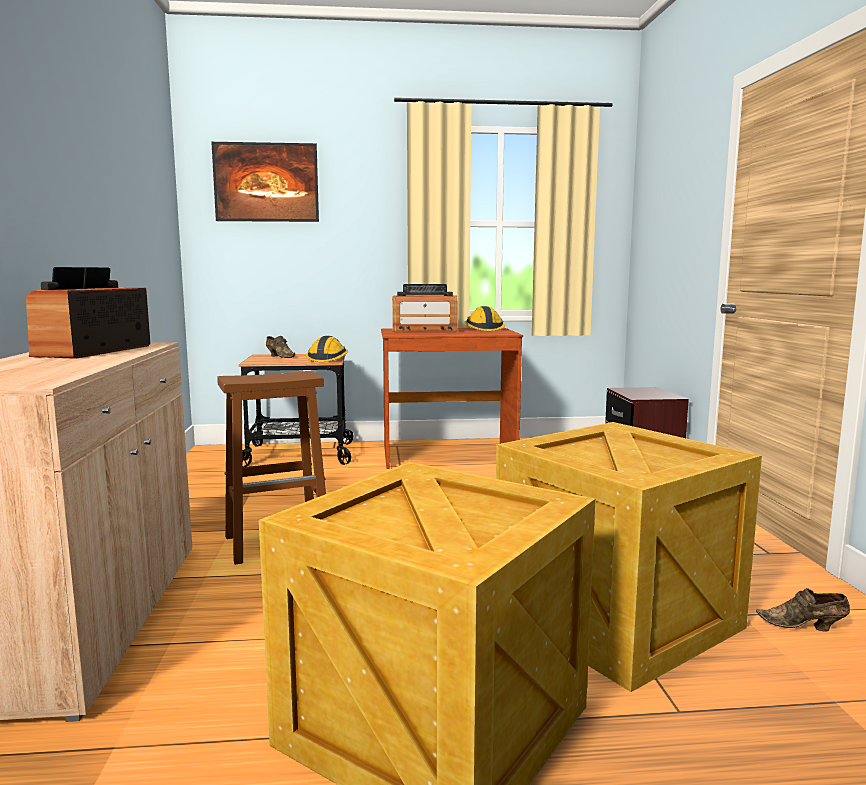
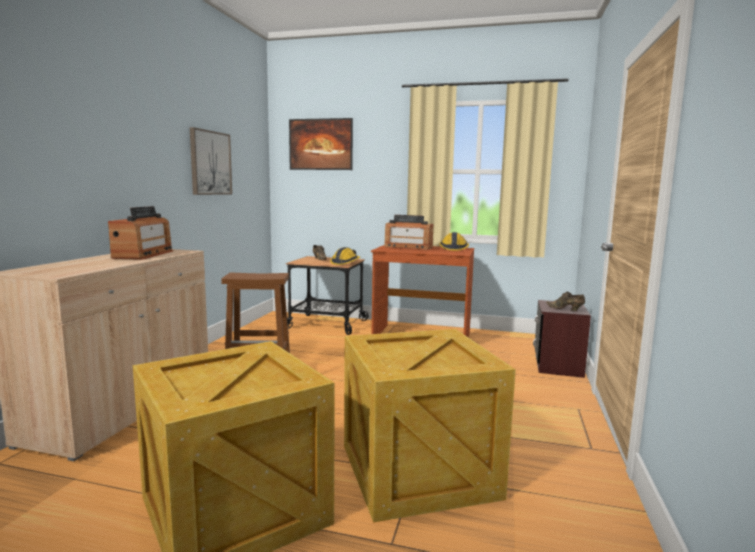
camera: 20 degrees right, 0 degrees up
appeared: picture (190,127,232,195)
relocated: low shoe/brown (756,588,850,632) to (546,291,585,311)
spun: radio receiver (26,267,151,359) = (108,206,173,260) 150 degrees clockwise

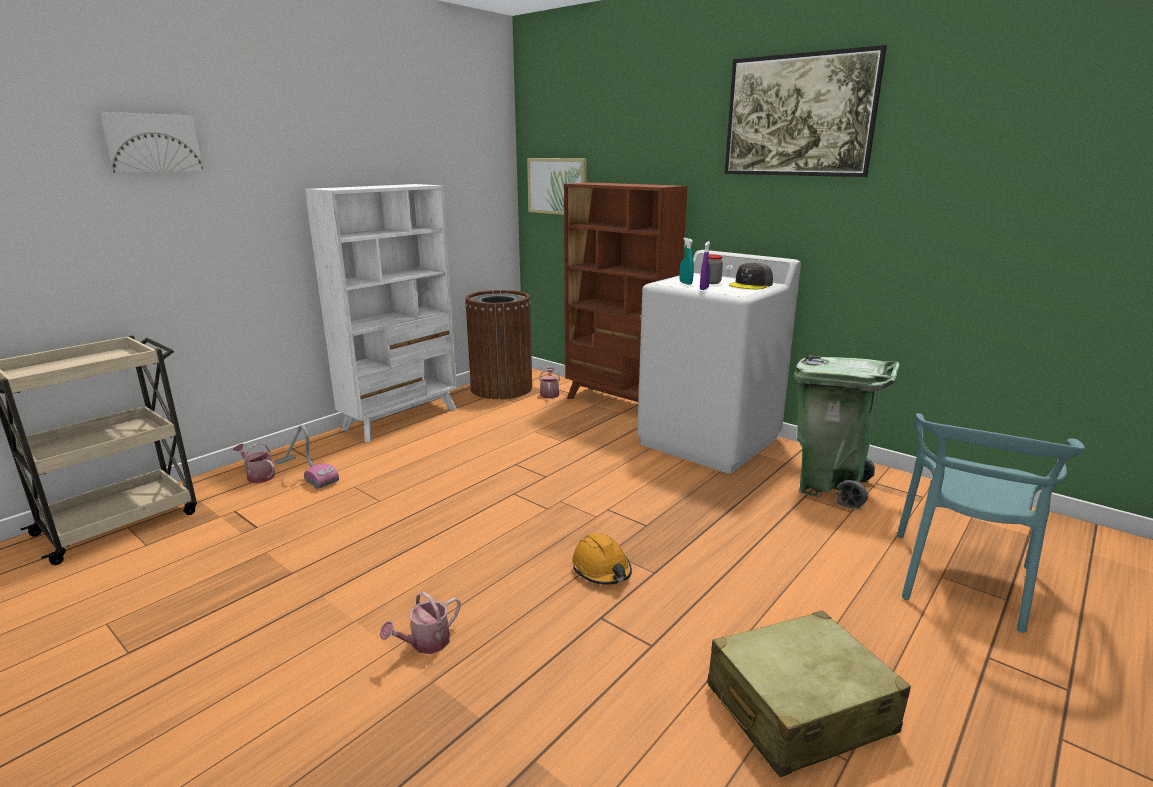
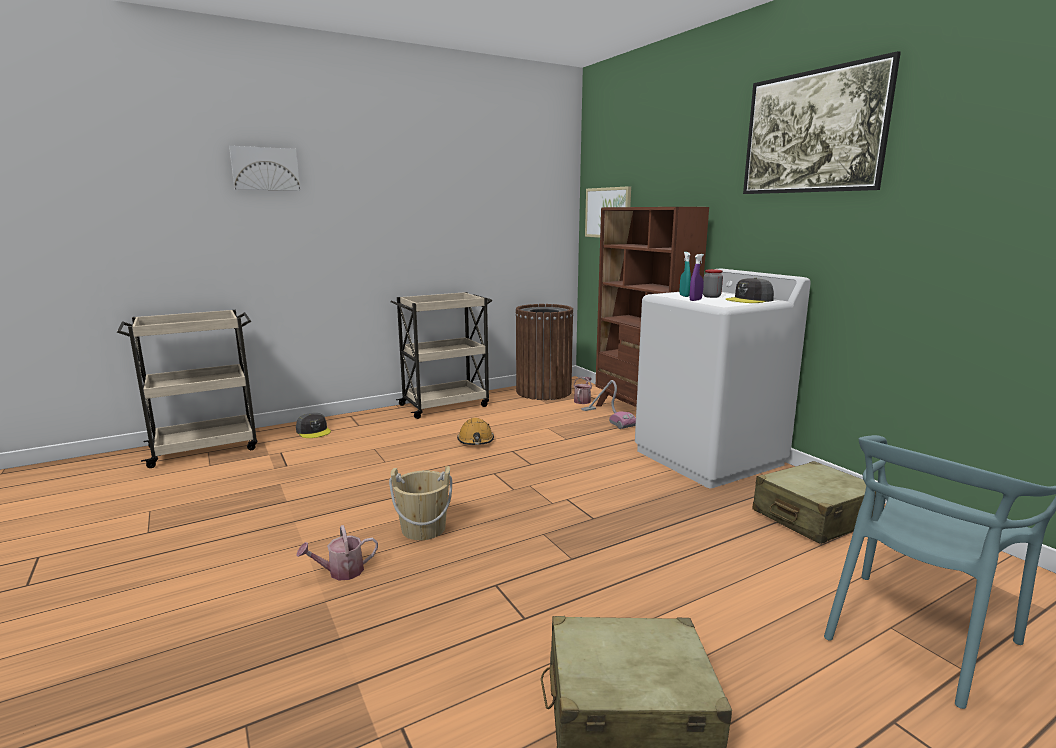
camera: 20 degrees right, 5 degrees down
appeared: bucket/beige-coloured (389,466,452,540)
relocated: hard hat/orangey (572,533,632,585) to (457,418,494,445); vacuum (274,425,339,489) to (581,380,636,429)
exchanged: watering pot (233,442,275,483) to cap/greyish (296,413,331,438); bookshelf/white (305,184,457,442) to wheeled cart/beige-coloured (391,292,492,419); waste bin/green (793,355,900,510) to piece of luggage/beige-coloured (752,461,876,544)

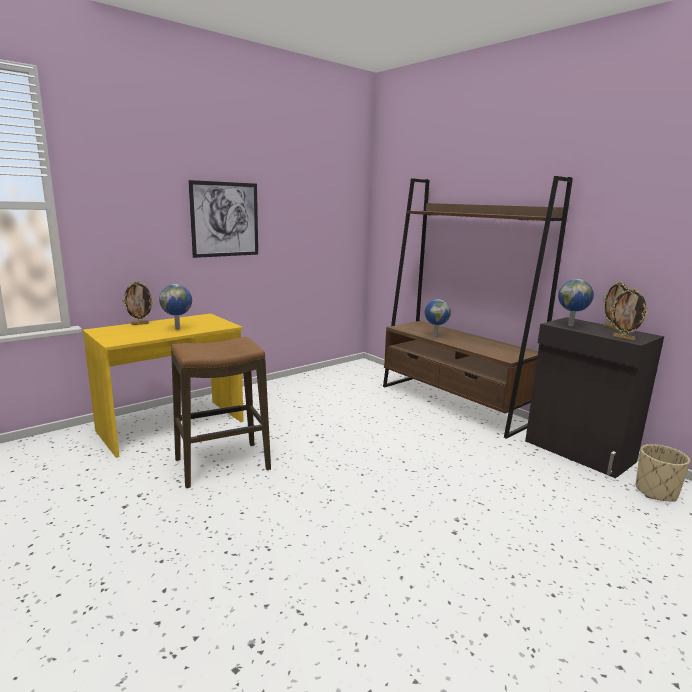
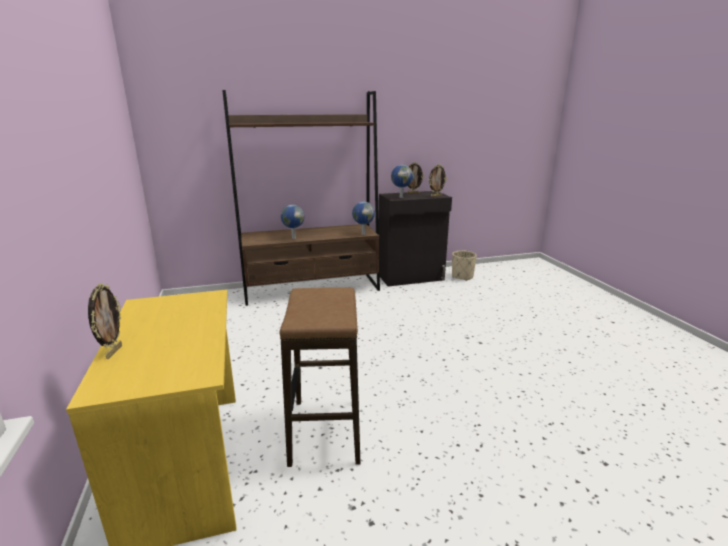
camera: 65 degrees left, 5 degrees up
missing: picture (188,180,258,258)
relocated: desk globe (159,284,192,330) to (352,202,375,235)

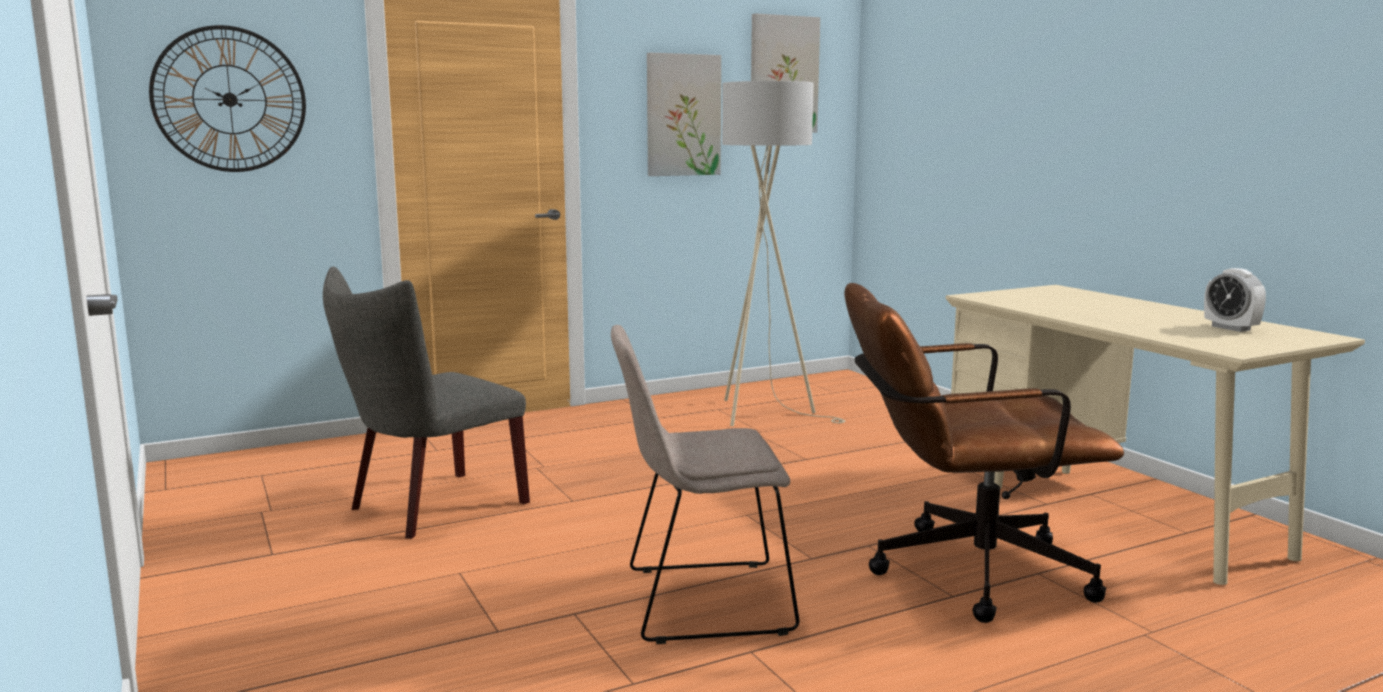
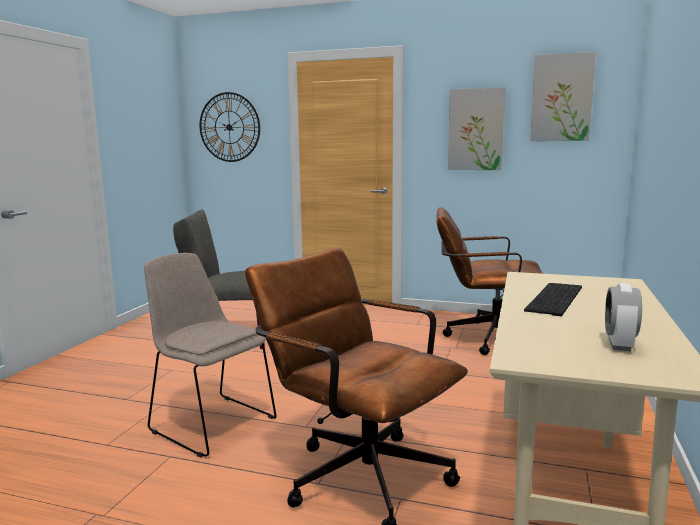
camera: 45 degrees right, 0 degrees up
appeared: PC keyboard (524,283,582,316)
exchanged: standing lamp/beige-coloured (722,81,845,426) to desk chair/brown (436,207,544,355)

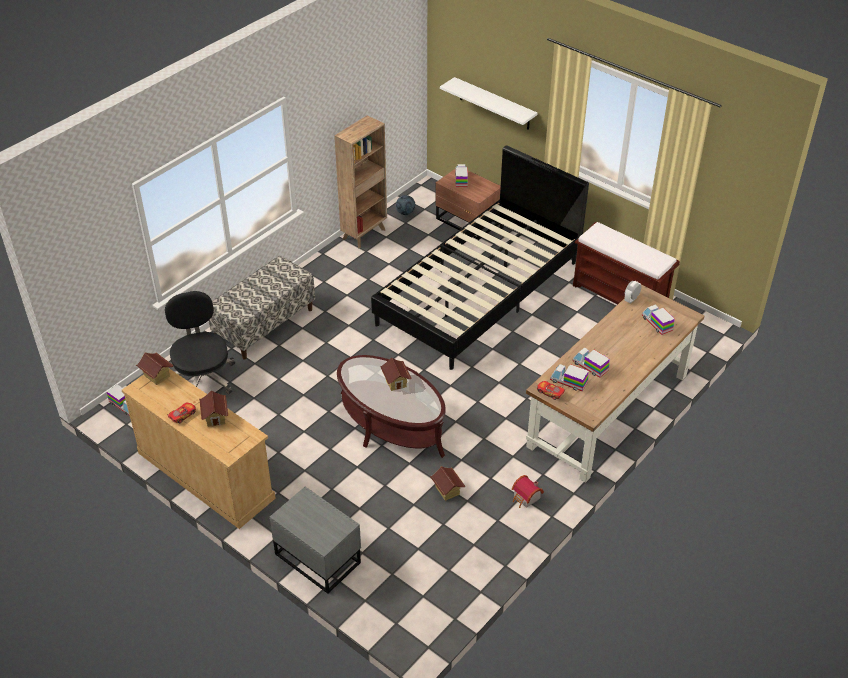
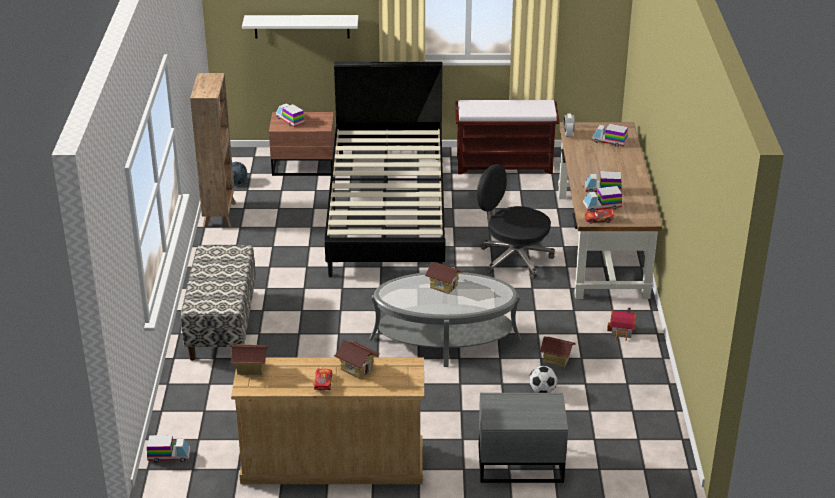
camera: 40 degrees left, 10 degrees down
appeared: football (529,366,557,393)
relocated: desk chair/black-coloured (165,291,235,394) to (477,164,555,279)
colour: coffee table/brown (337,355,446,458) to coffee table/greyish (370,272,521,367)

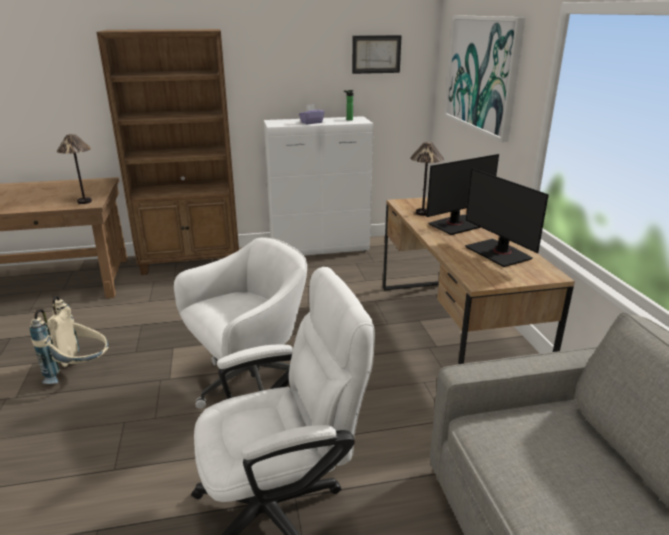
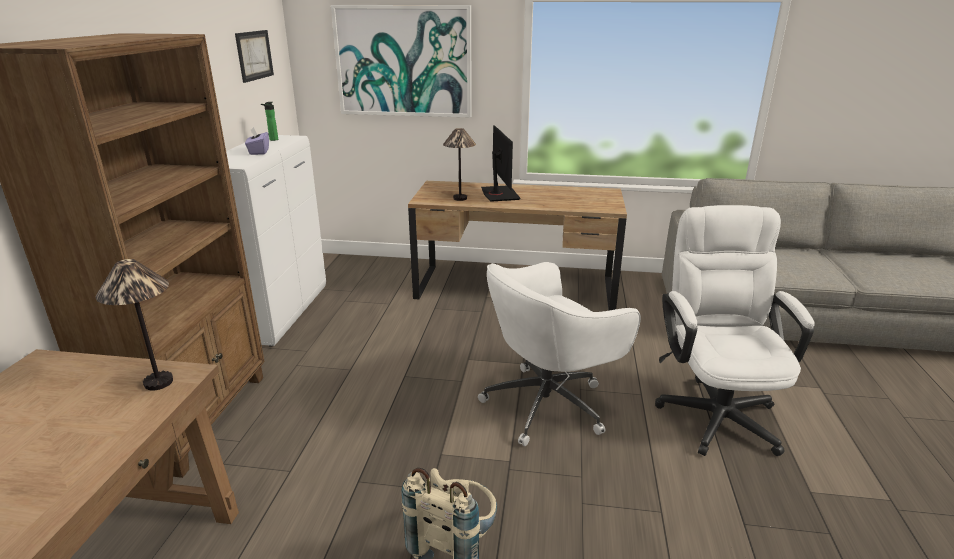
camera: 70 degrees left, 0 degrees up
missing: monitor (465,168,549,267)
spun: desk chair/white (174,237,307,409) = (478,262,641,447) 105 degrees counterclockwise

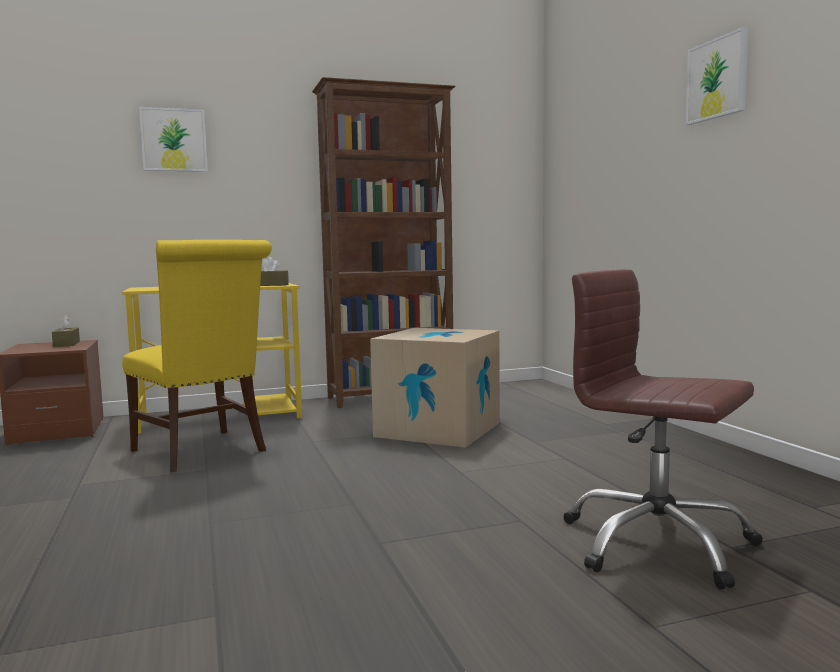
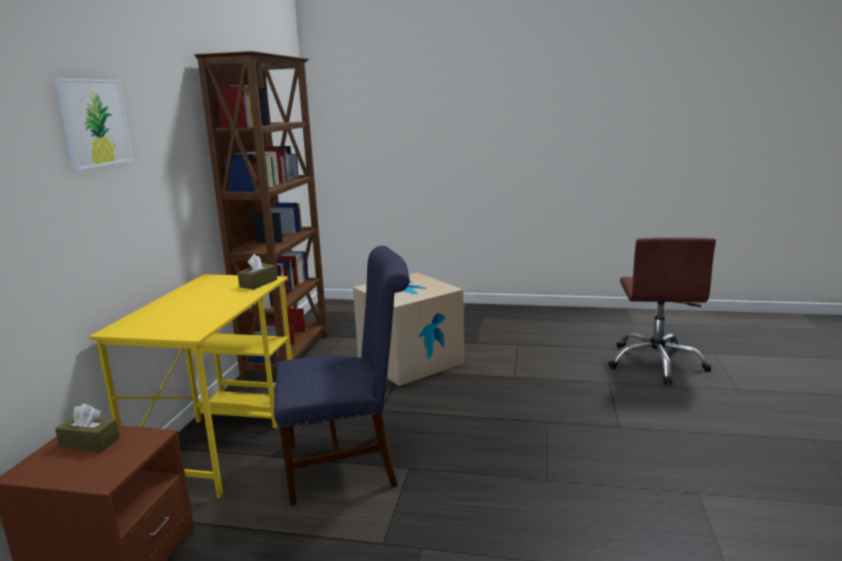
camera: 60 degrees left, 10 degrees up
missing: picture (686,27,748,125)
colour: chair/yellow (122,240,272,472) to chair/bluish (274,246,410,505)
spun: desk chair/brown (563,269,763,590) = (608,237,716,385) 60 degrees counterclockwise

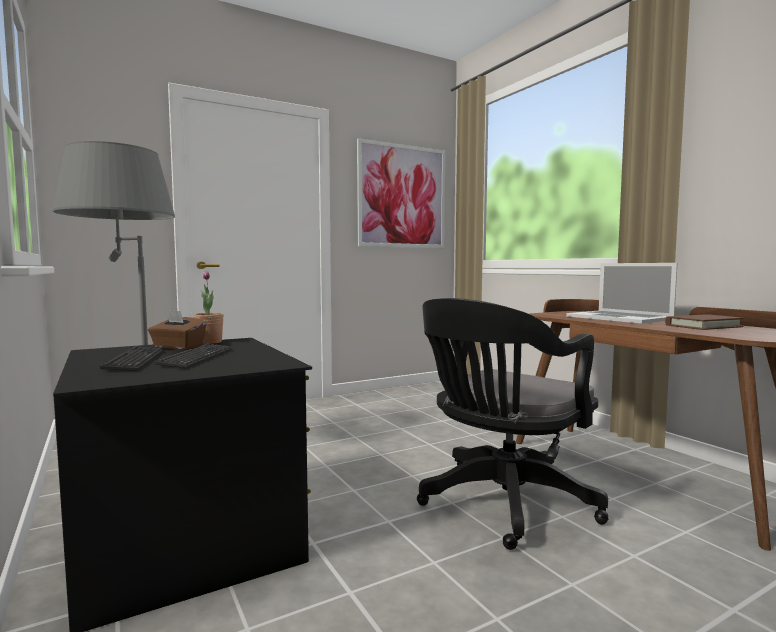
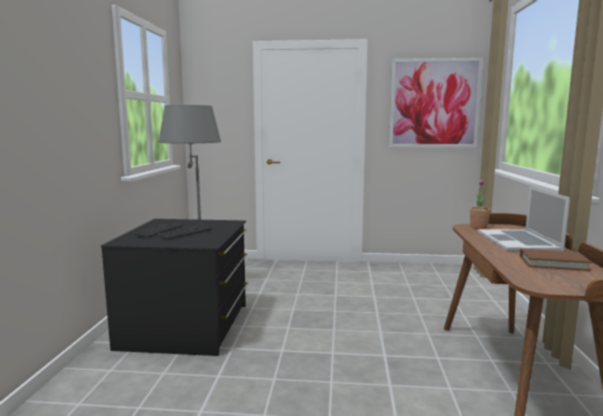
camera: 35 degrees right, 5 degrees up
missing: tissue box/brown (148,310,207,350); desk chair/black-coloured (417,298,608,550)
relocated: plant in a pot (194,271,224,344) to (470,179,491,229)

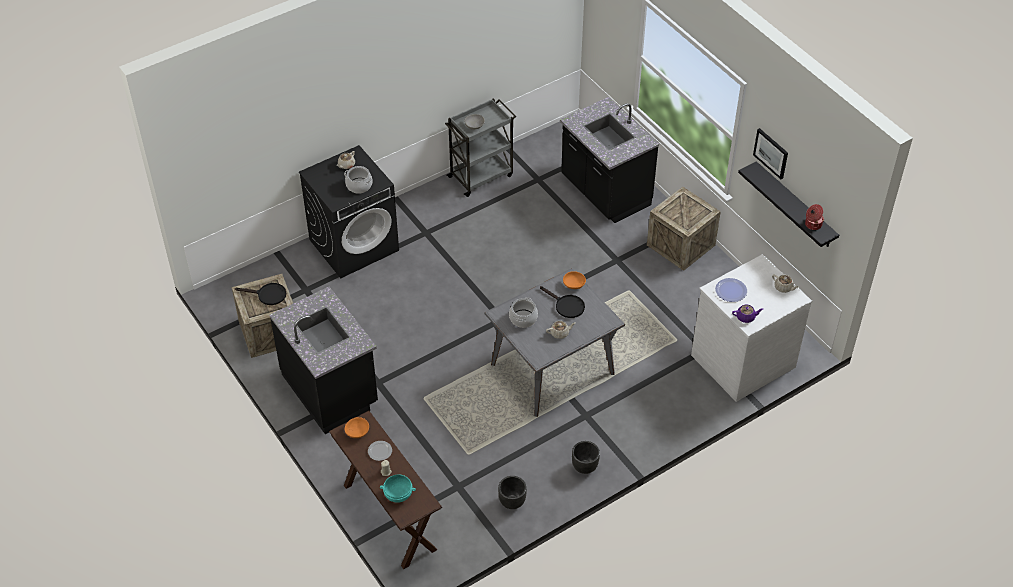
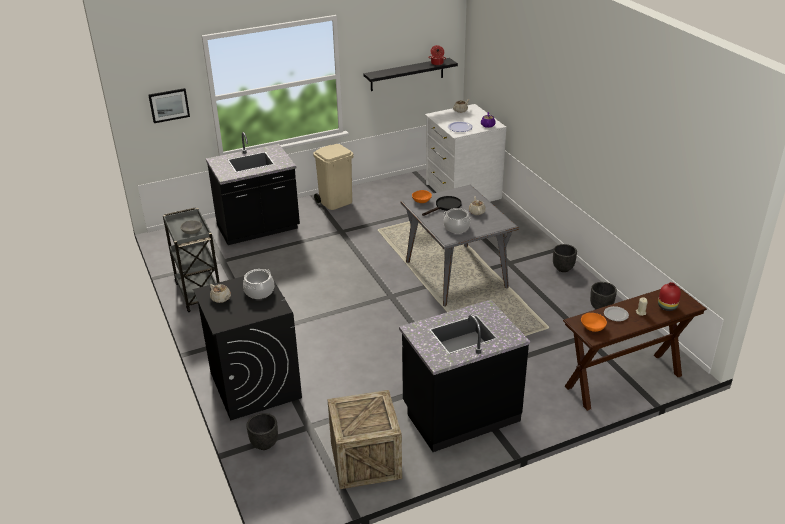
camera: 80 degrees left, 15 degrees down
missing: pan/black-coloured (235,283,286,305)
appeared: plant pot/black-coloured (247,413,278,450)
relocated: picture (753,128,788,179) to (148,88,190,123)
exchanged: shipping crate (647,187,721,271) to waste bin/beige-coloured (313,144,354,210); deep dish/blue-green (380,474,416,503) to flower vase/red (658,282,681,311)

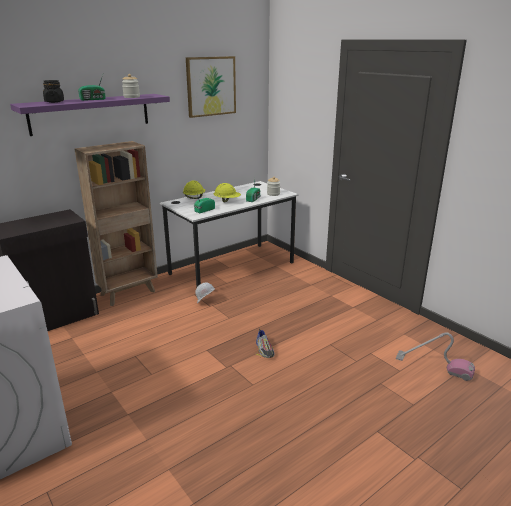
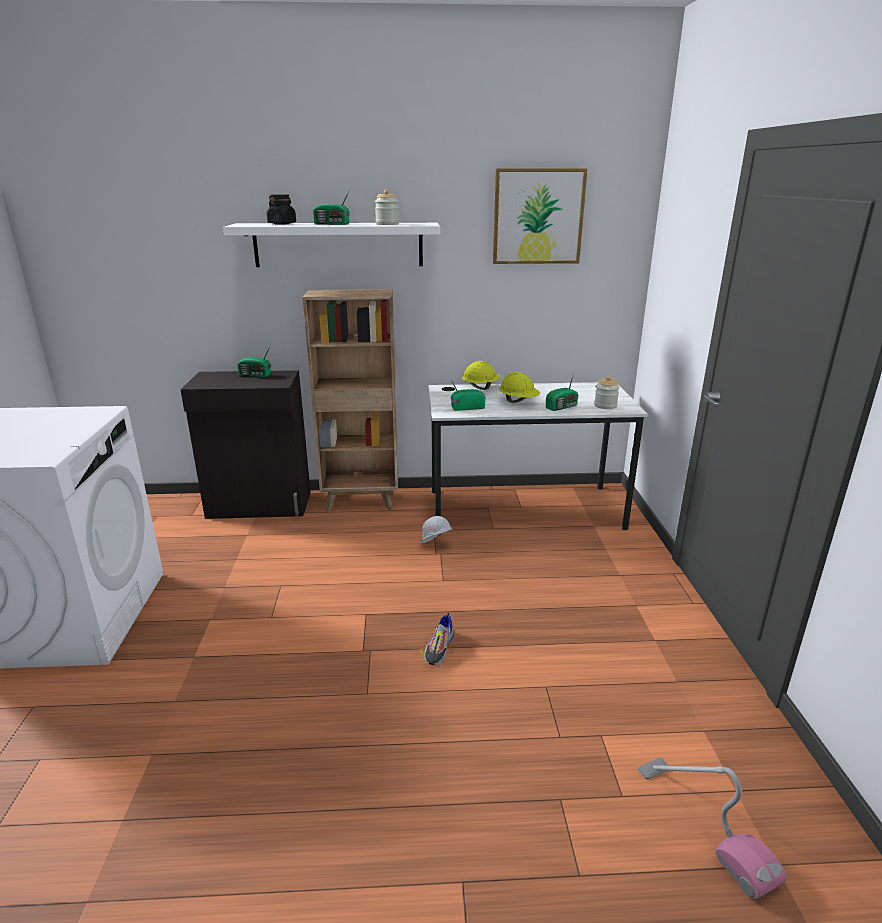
camera: 35 degrees right, 0 degrees up
appeared: radio receiver (237,345,271,377)
colour: bracket shelf/purple-coloured (10,94,170,136) to bracket shelf/white (223,223,440,267)

